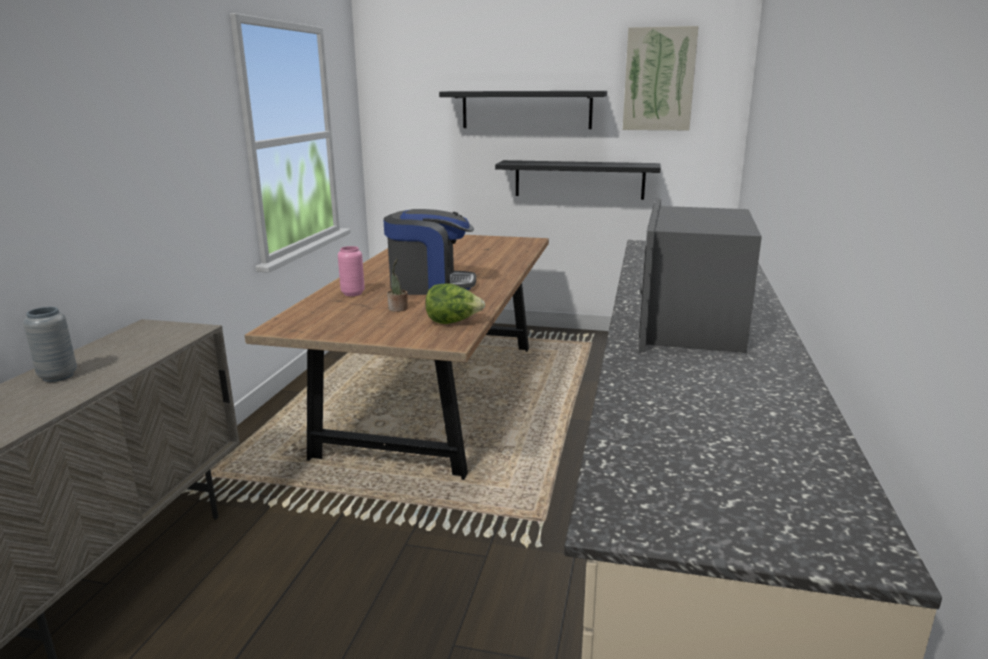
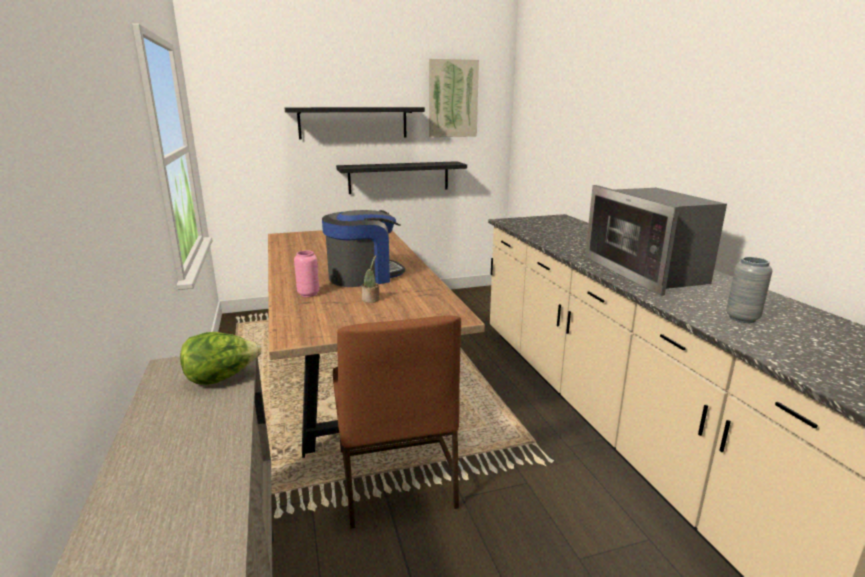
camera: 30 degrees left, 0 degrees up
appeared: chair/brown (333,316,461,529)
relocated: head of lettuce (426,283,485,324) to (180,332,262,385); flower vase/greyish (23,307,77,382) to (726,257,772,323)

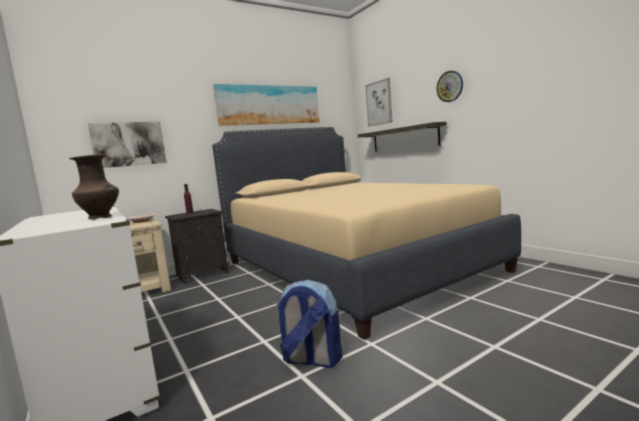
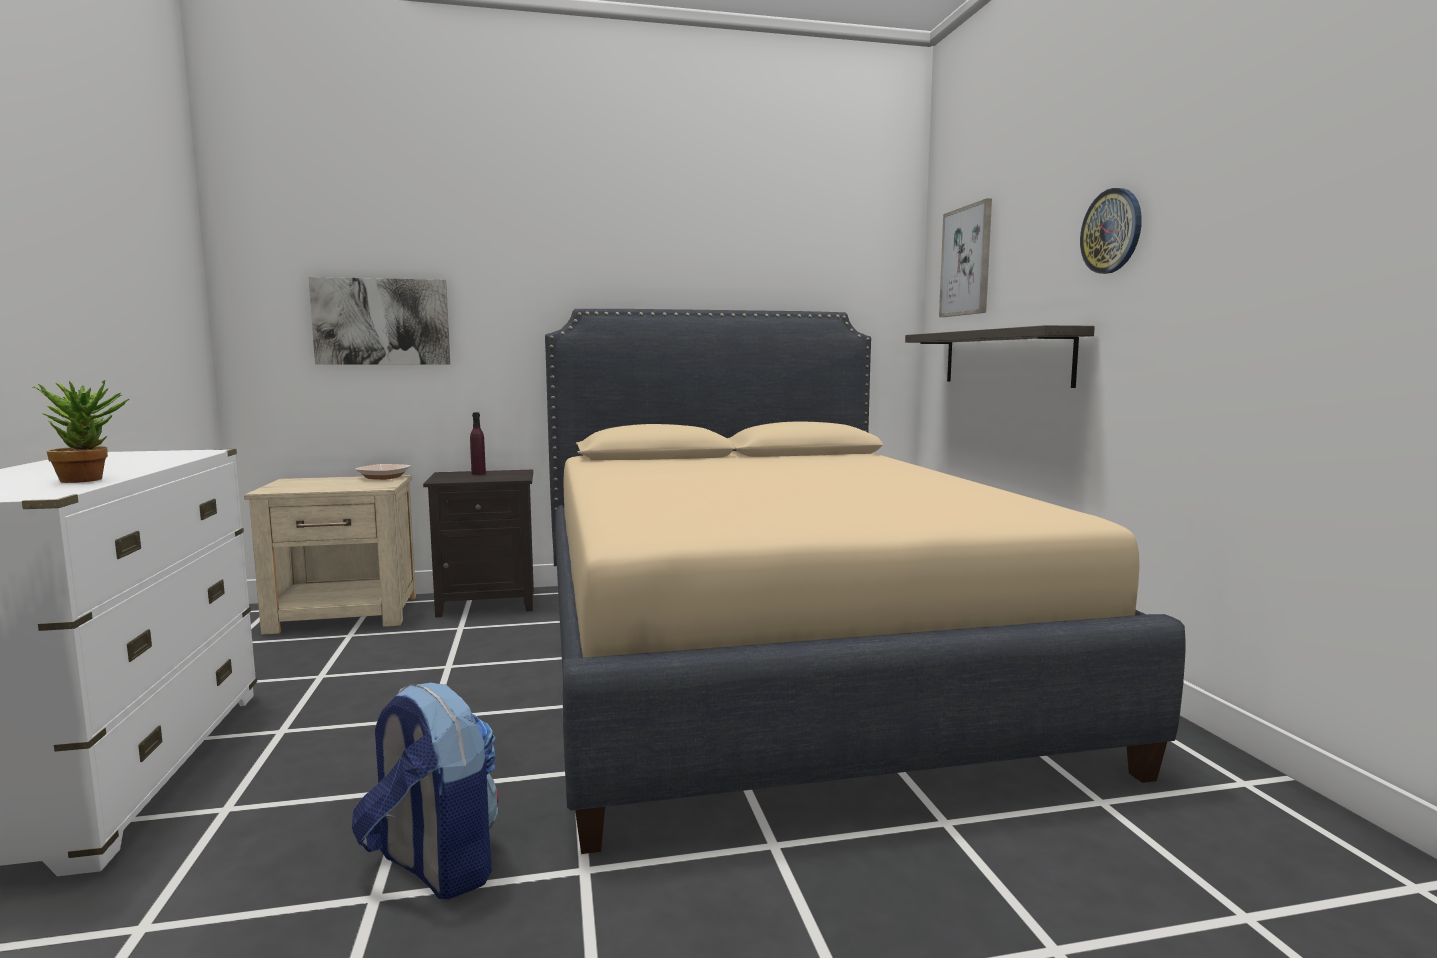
camera: 20 degrees right, 0 degrees up
missing: picture (213,84,320,126)
exchanged: flower vase/brown (69,154,119,219) to plant in a pot (32,380,129,483)

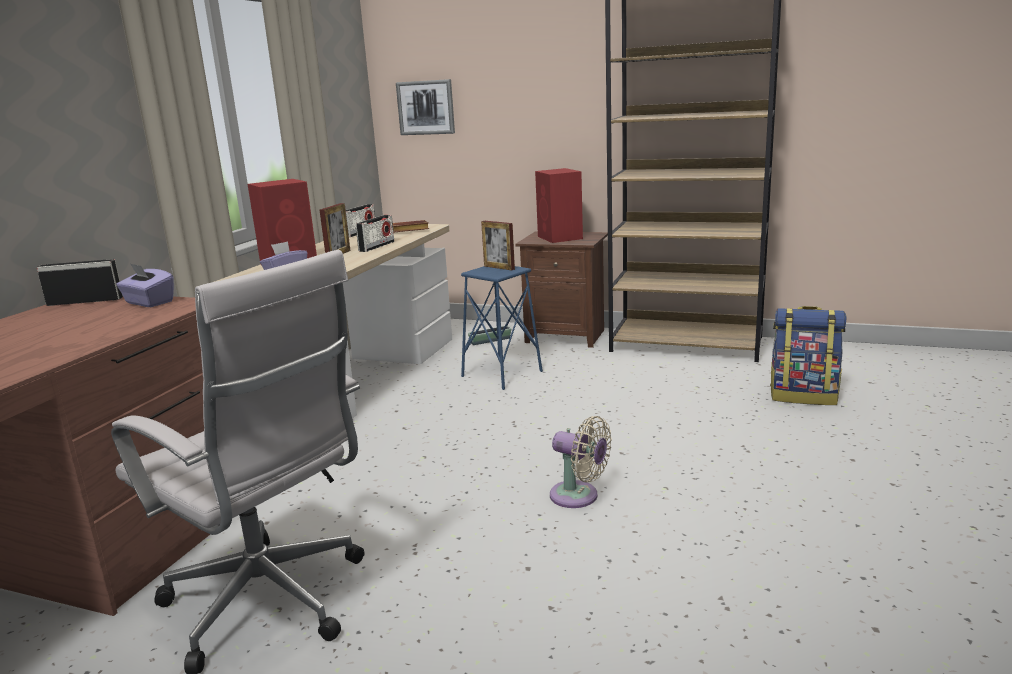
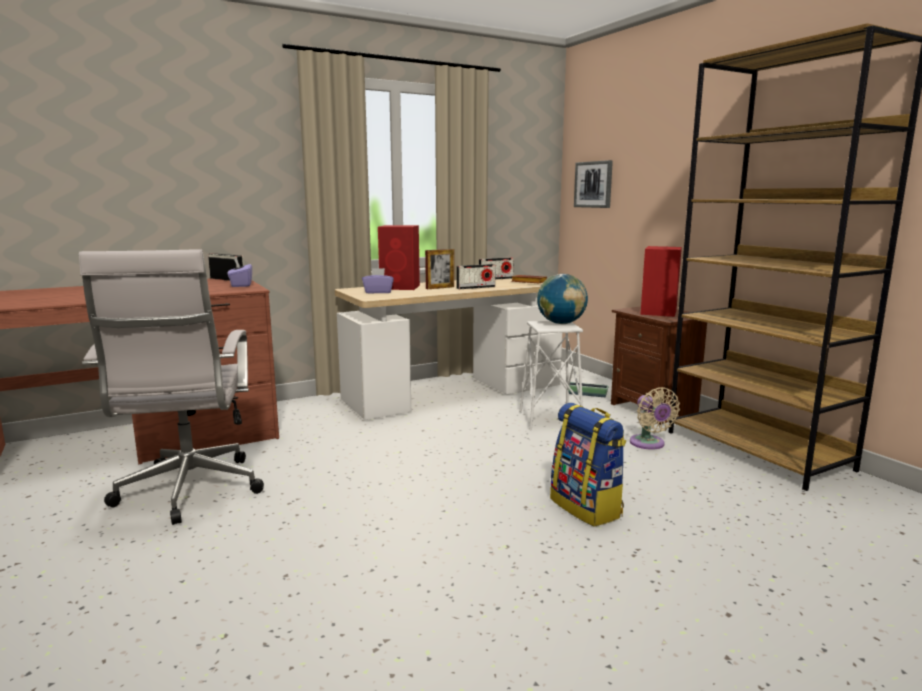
camera: 40 degrees right, 5 degrees down
relocated: rucksack (770,306,847,405) to (550,403,626,527); fan/beige-coloured (550,416,612,508) to (630,387,680,450)
exchanged: standing frame (481,221,515,270) to desk globe (537,274,588,324)
colour: stool/bluish (461,266,543,390) to stool/white (519,321,583,431)

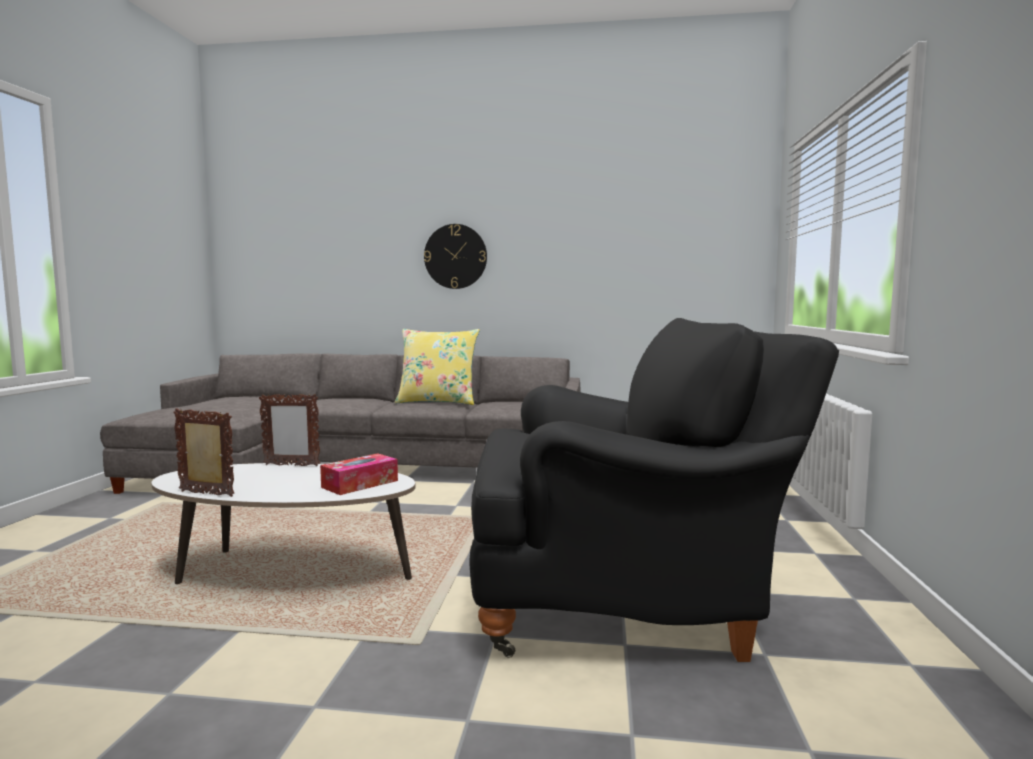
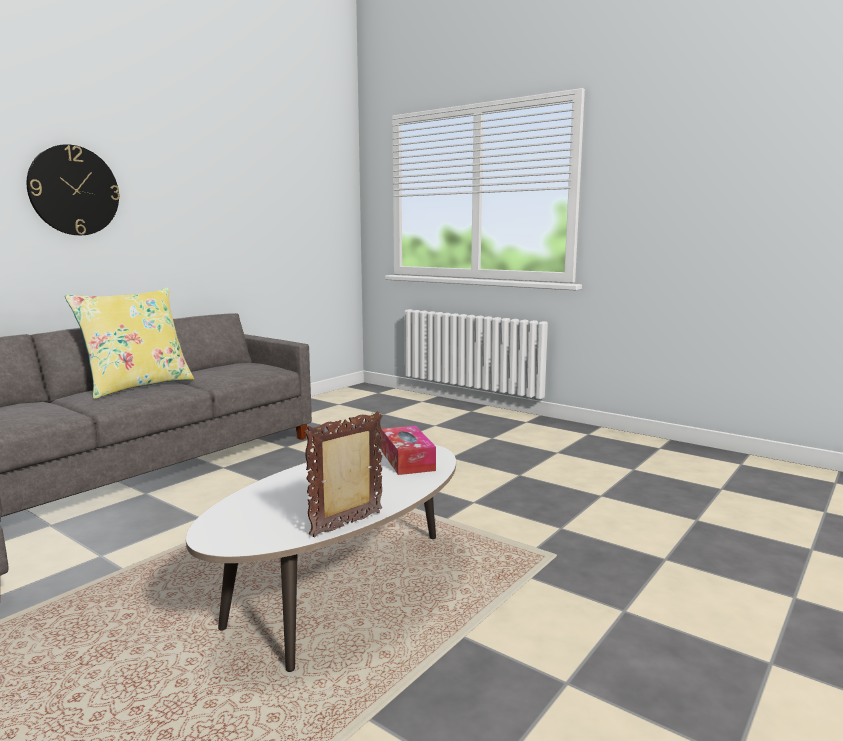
camera: 60 degrees left, 5 degrees up
missing: standing frame (259,394,320,466); armchair/black-coloured (470,318,839,662)

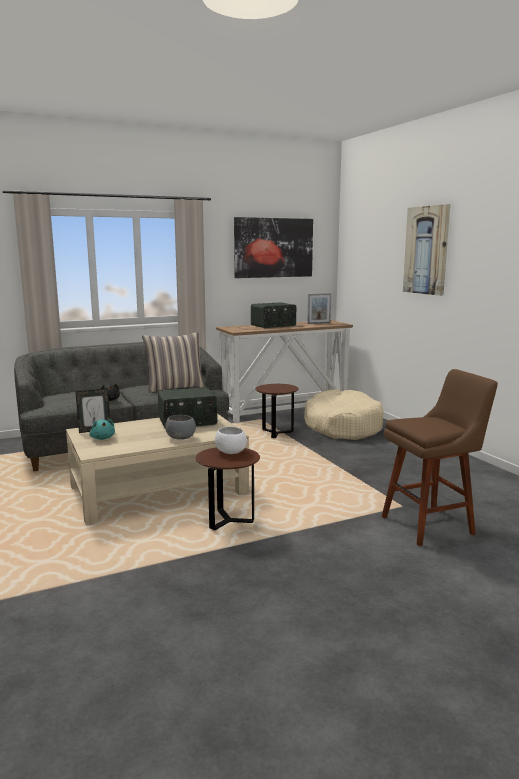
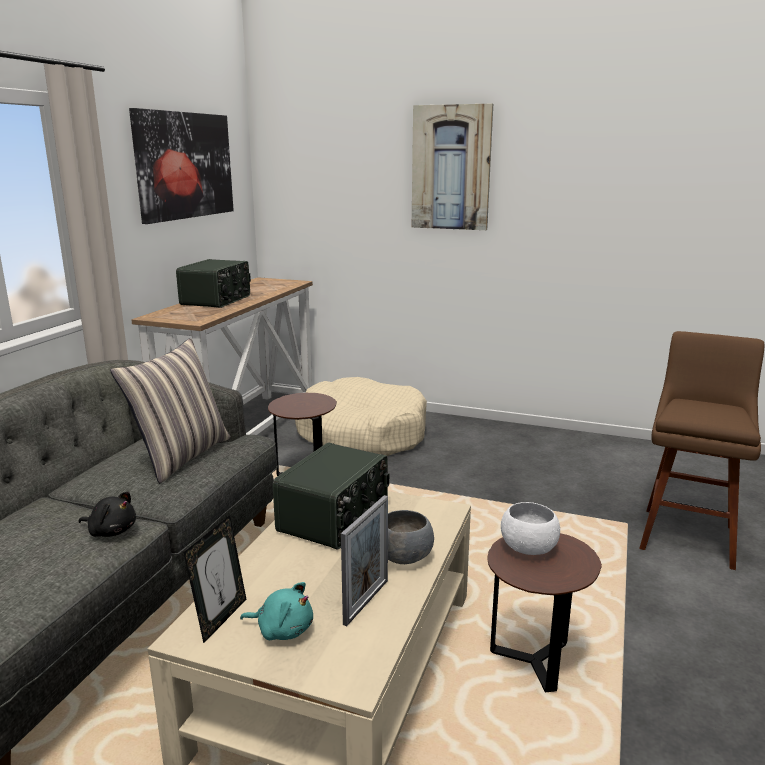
camera: 45 degrees left, 5 degrees up
relocated: standing frame (307,293,331,324) to (341,495,388,626)

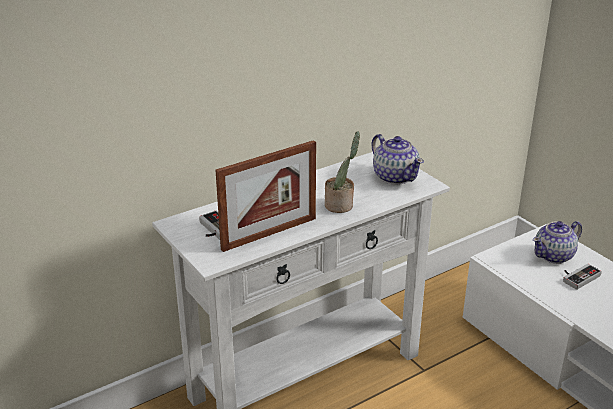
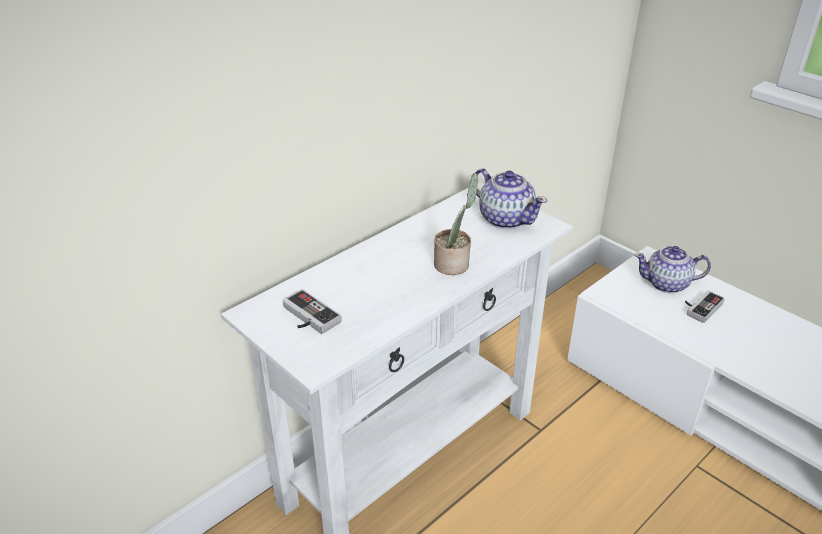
camera: 10 degrees left, 5 degrees up
missing: standing frame (215,140,316,252)
spun: tea pot (533,221,582,264) = (634,246,711,293) 45 degrees clockwise

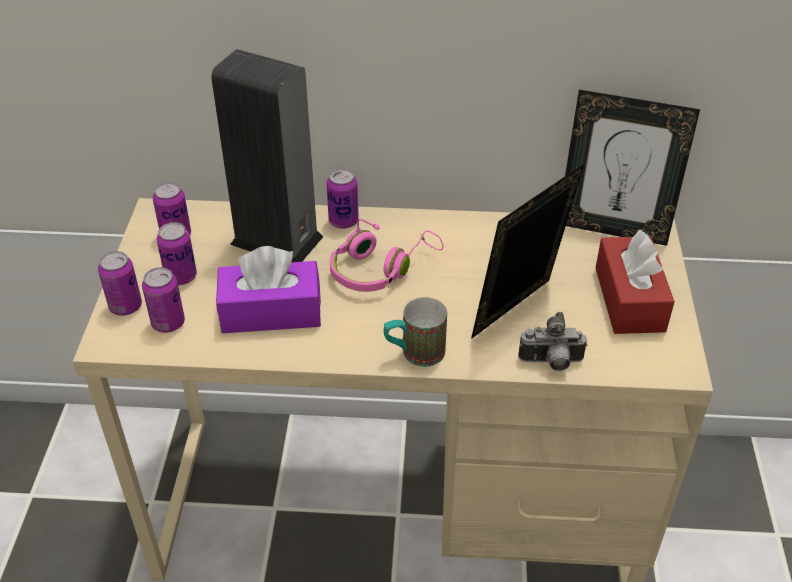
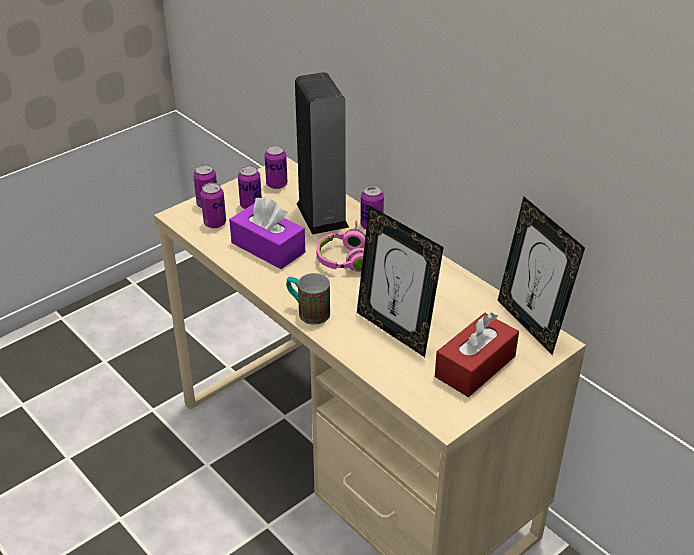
camera: 45 degrees right, 5 degrees down
missing: still camera (518,312,588,371)
spun: standing frame (471,163,585,339) = (357,205,444,357) 135 degrees counterclockwise

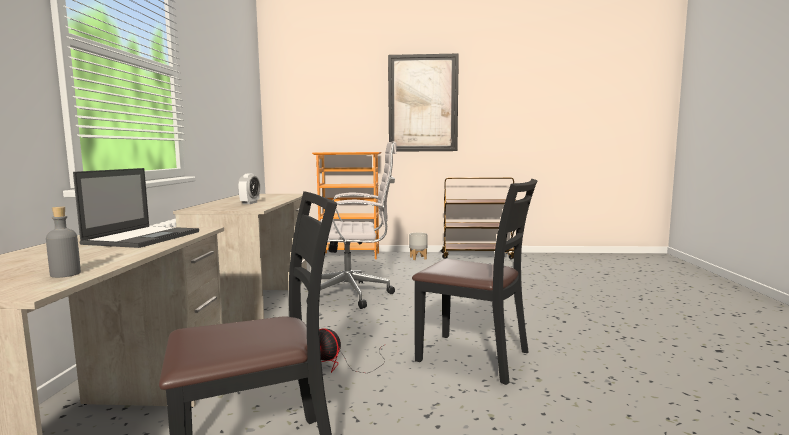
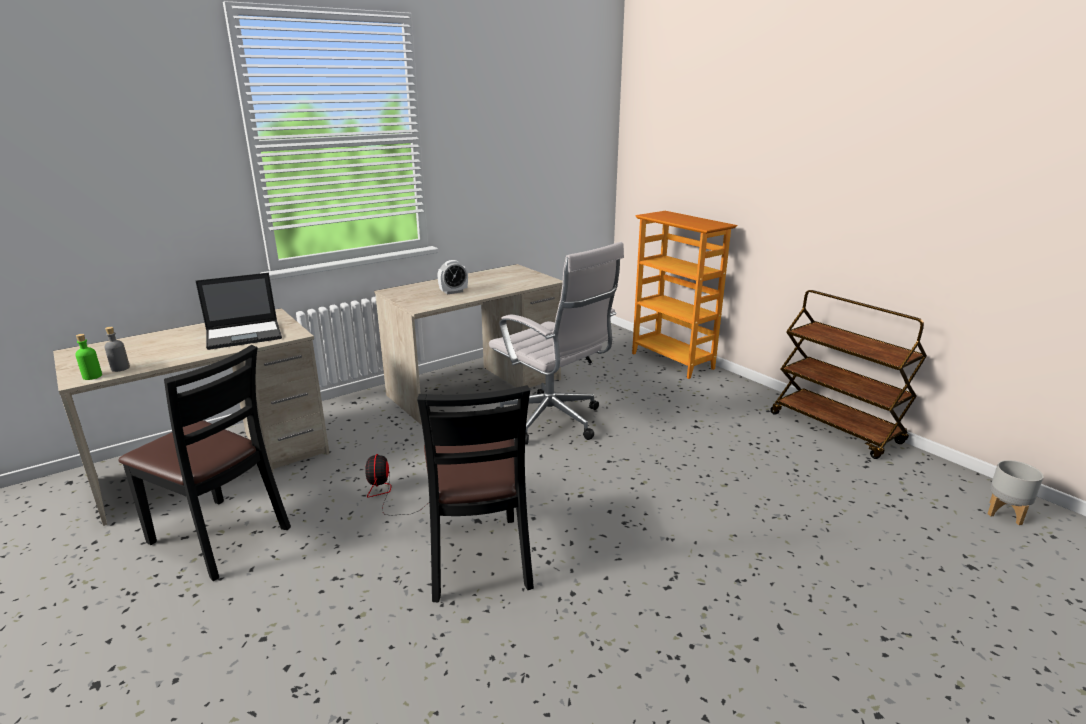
camera: 50 degrees right, 15 degrees up
missing: picture (388,53,459,152)
appeared: bottle/green (75,334,102,380)
relocated: plant pot/greyish (409,232,427,260) to (987,460,1044,525)

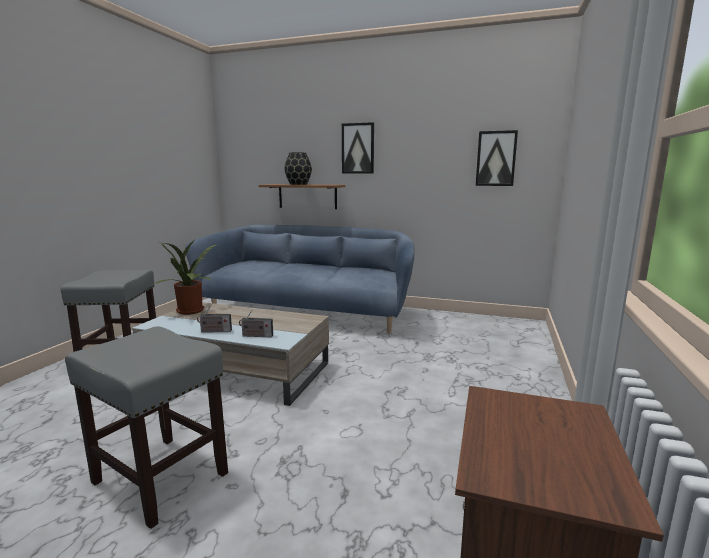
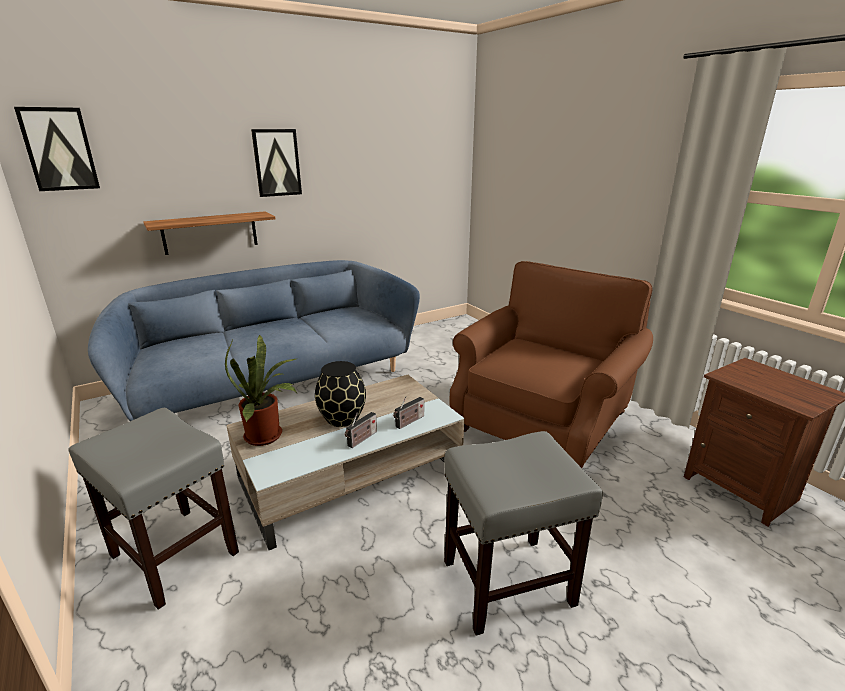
camera: 50 degrees left, 10 degrees up
appeared: armchair/brown (450,261,653,468)
relocated: picture (476,130,518,186) to (14,107,100,191); flower vase/black-coloured (285,152,312,185) to (315,361,366,427)

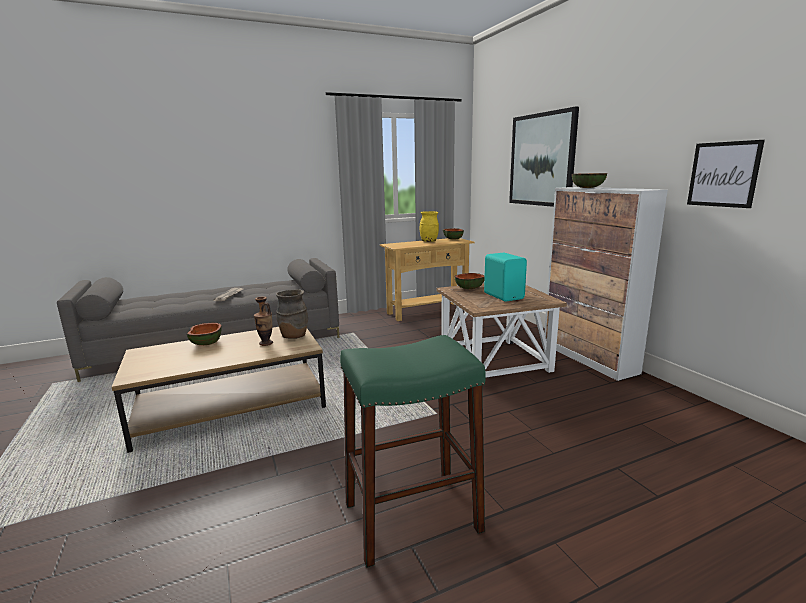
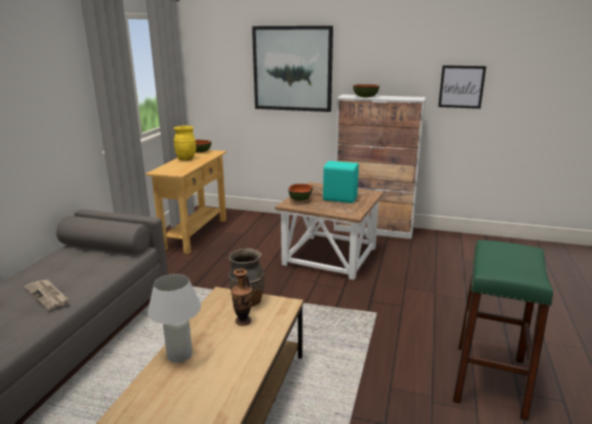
camera: 50 degrees left, 5 degrees up
exchanged: deep dish (187,323,222,345) to lamp for a table/white (148,274,201,363)

